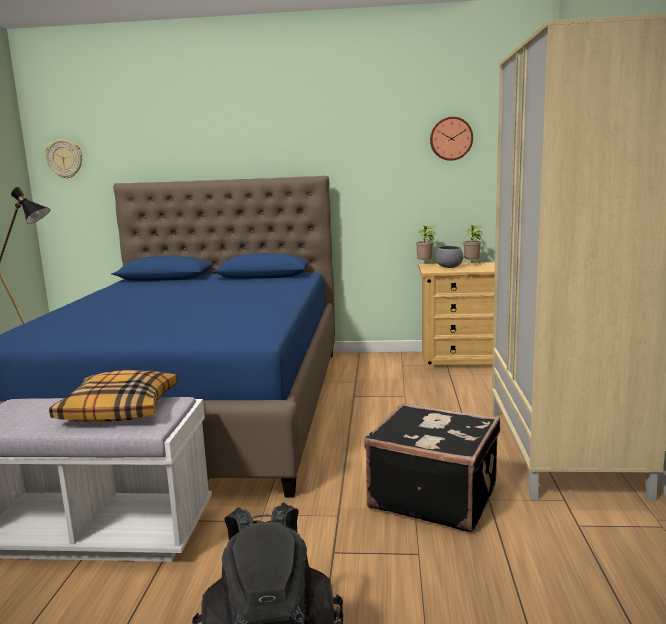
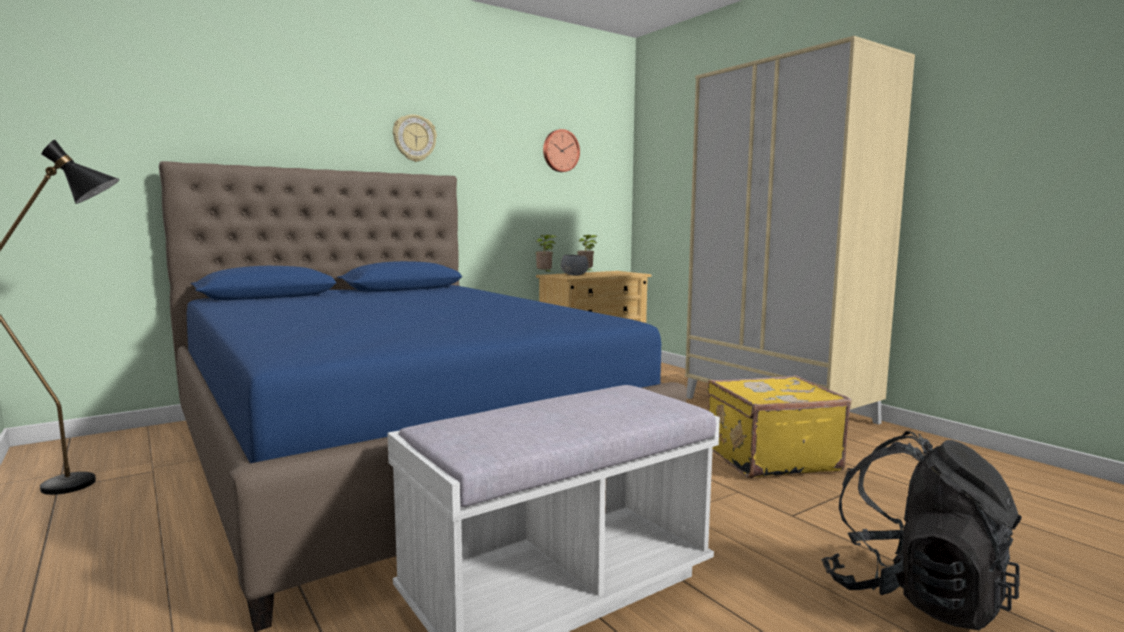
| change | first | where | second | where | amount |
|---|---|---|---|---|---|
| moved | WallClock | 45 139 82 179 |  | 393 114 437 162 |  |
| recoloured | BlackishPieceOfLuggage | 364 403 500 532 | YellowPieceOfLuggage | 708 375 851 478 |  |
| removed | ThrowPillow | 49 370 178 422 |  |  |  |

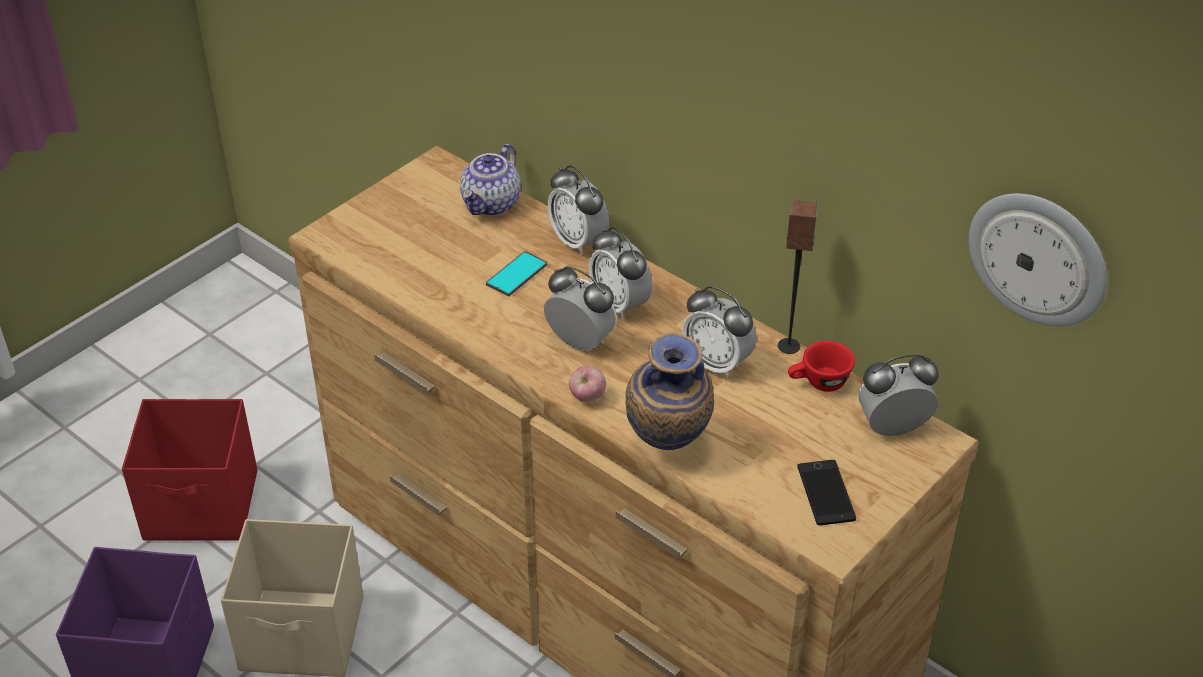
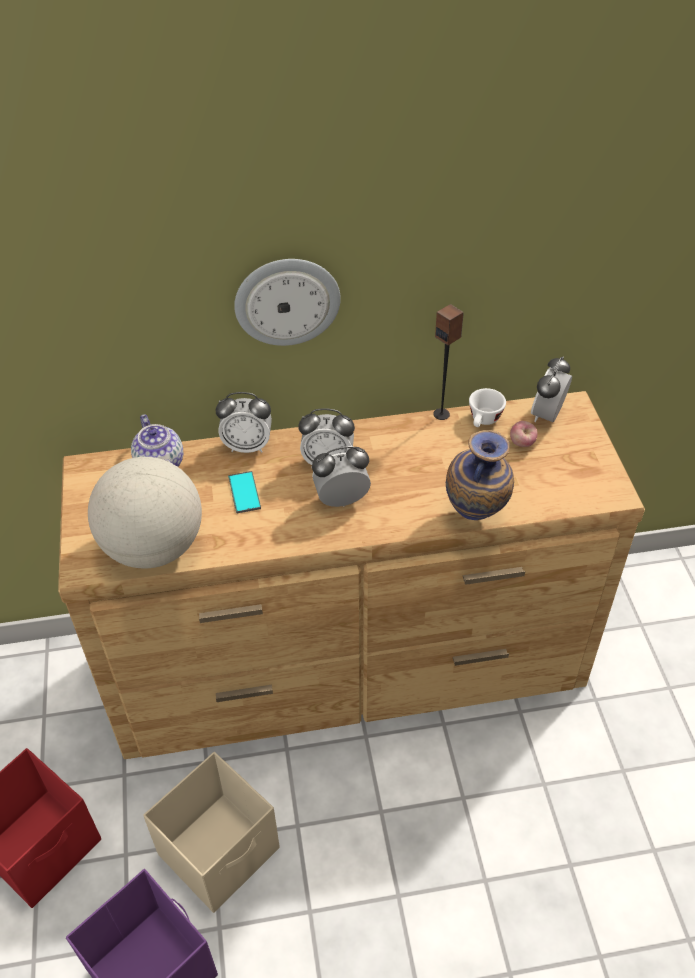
| change | first | where | second | where | amount |
|---|---|---|---|---|---|
| added |  |  | WorldGlobe | 88 457 202 569 |  |
| moved | WallClock | 969 193 1107 327 |  | 234 259 341 346 |  |
| recoloured | RedCup | 788 341 855 392 | WhitishCup | 469 388 506 427 |  |
| moved | Apple | 569 366 606 403 |  | 510 421 538 447 |  |
| removed | BedsideClock | 682 286 756 379 |  |  |  |
| removed | Telephone | 797 460 856 525 |  |  |  |

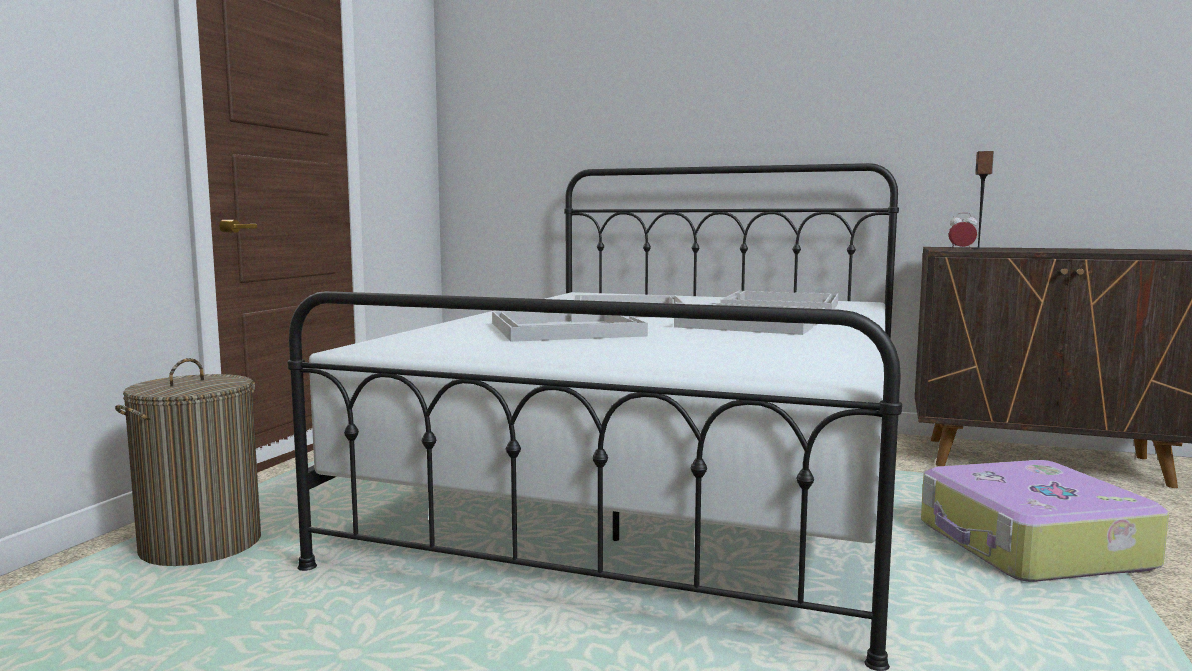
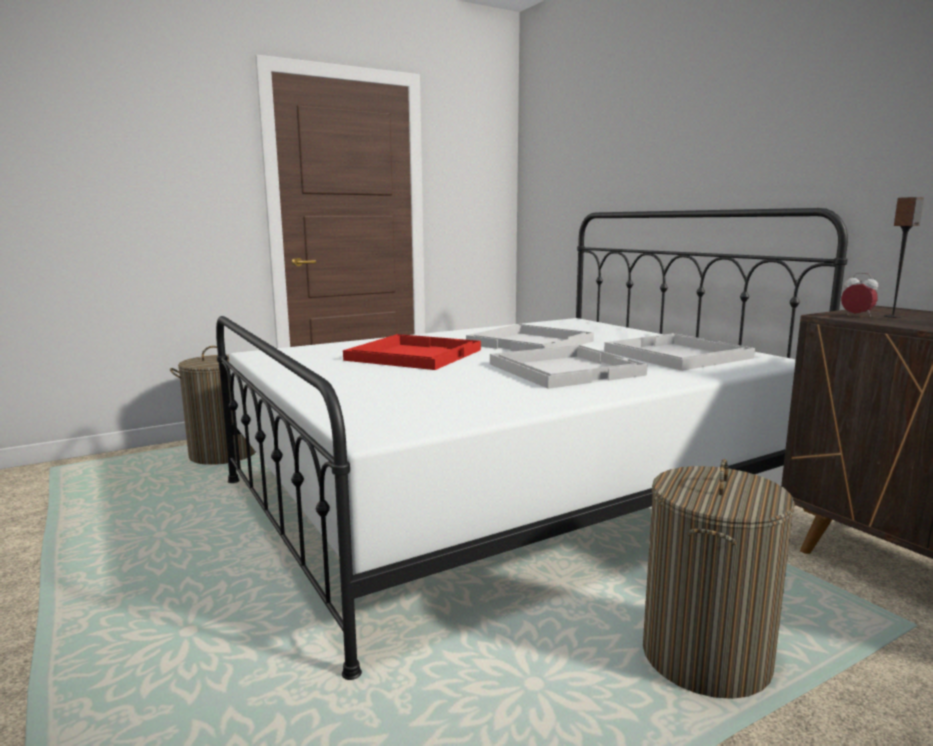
| change | first | where | second | where | amount |
|---|---|---|---|---|---|
| recoloured | WhitishTray | 492 311 648 342 | RedTray | 343 334 481 370 |  |
| replaced | PieceOfLuggage | 921 460 1169 582 | Hamper | 643 459 795 699 |  |

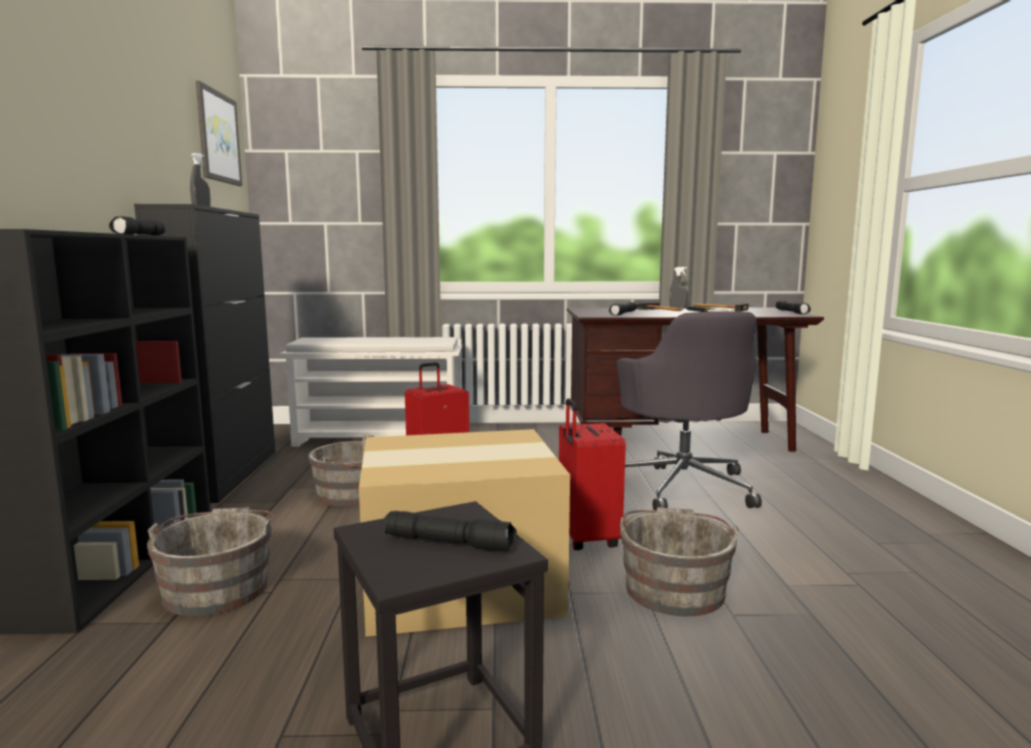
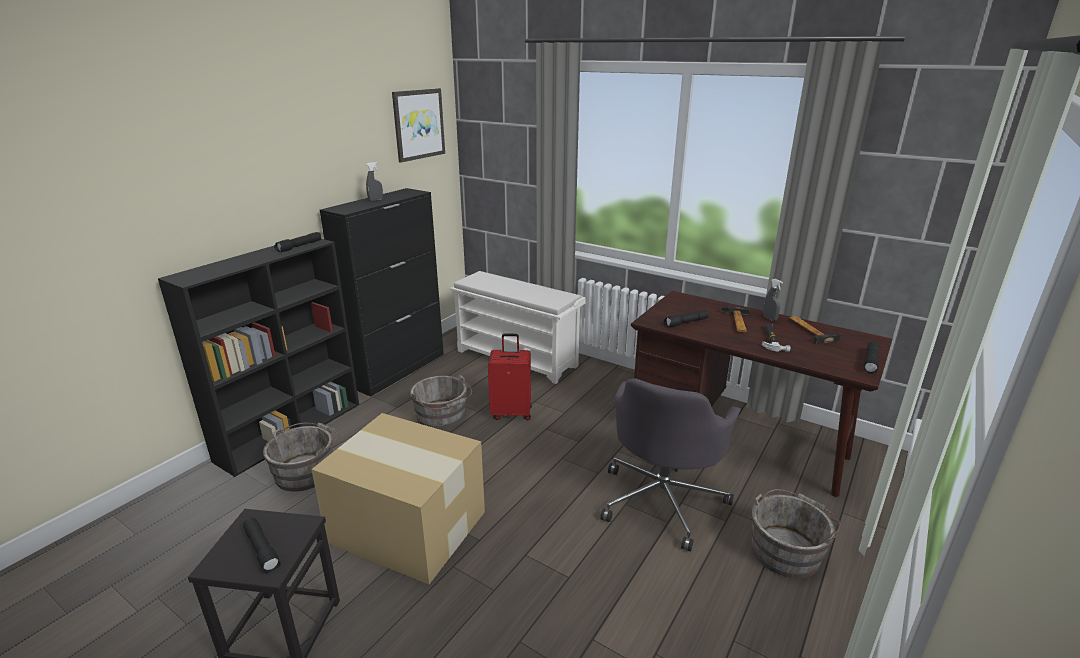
| change | first | where | second | where | amount |
|---|---|---|---|---|---|
| moved | GreyWaterBucket | 619 507 739 616 |  | 751 489 840 578 |  |
| removed | RedPieceOfLuggage | 559 399 626 550 |  |  |  |

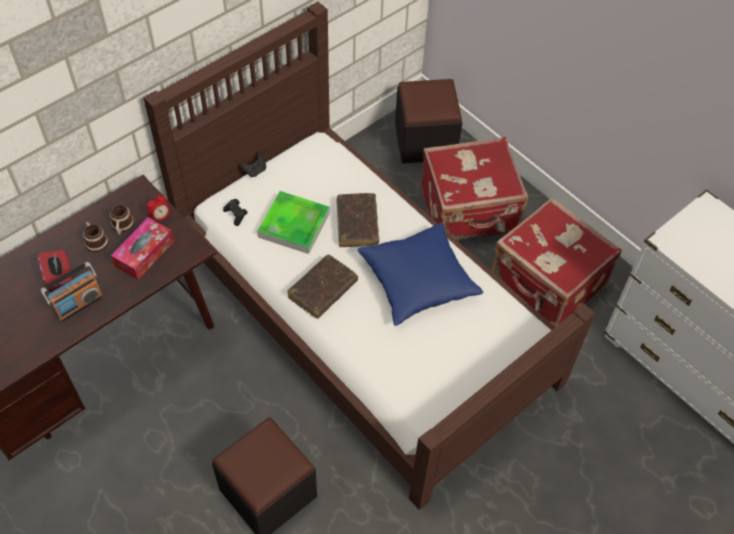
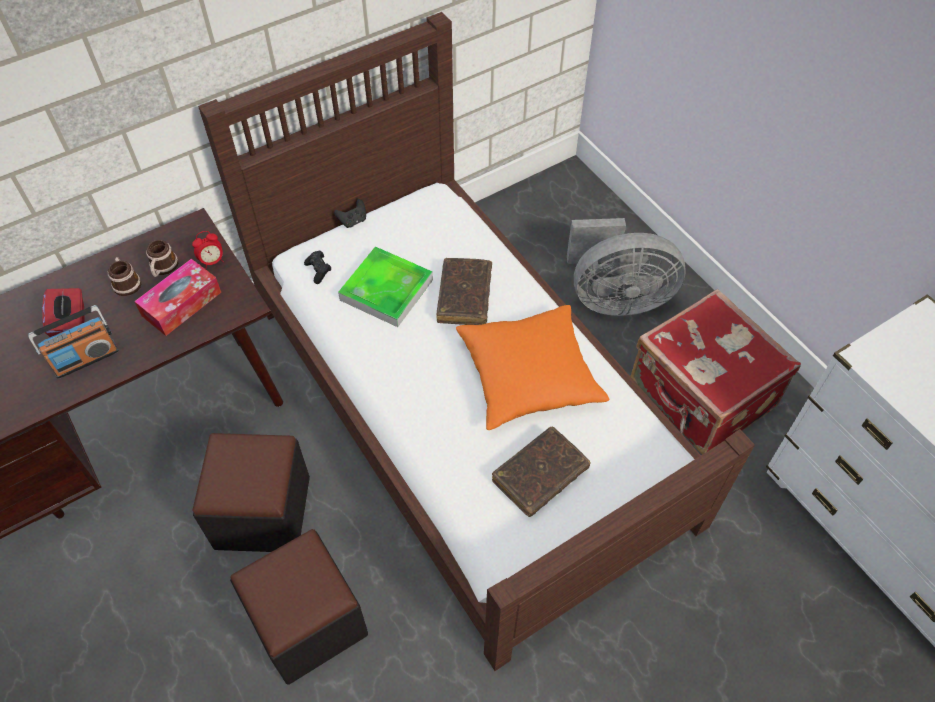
| change | first | where | second | where | amount |
|---|---|---|---|---|---|
| moved | BlackishOttoman | 395 79 462 164 |  | 193 433 310 552 |  |
| recoloured | BlueThrowPillow | 357 223 483 326 | OrangeyThrowPillow | 456 305 609 430 |  |
| moved | BrownColouredVolume | 287 254 358 319 |  | 492 427 591 517 |  |
| replaced | RedPieceOfLuggage | 421 137 528 241 | GreyElectricFan | 567 218 686 316 |  |

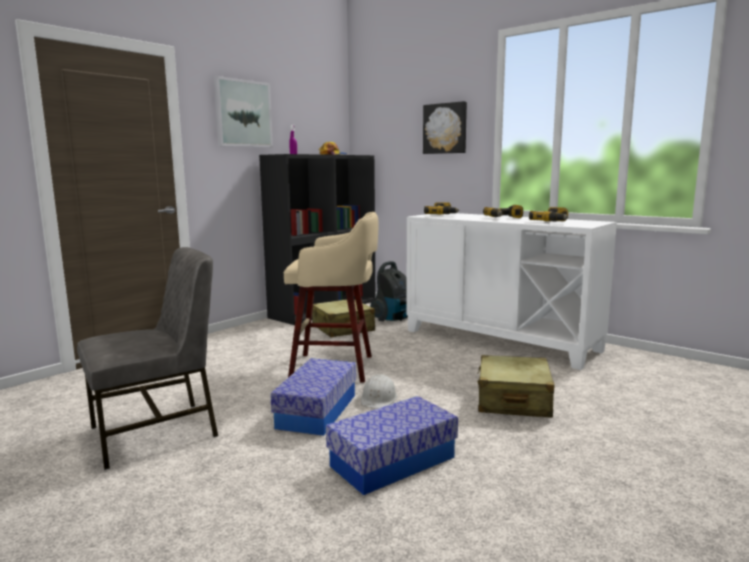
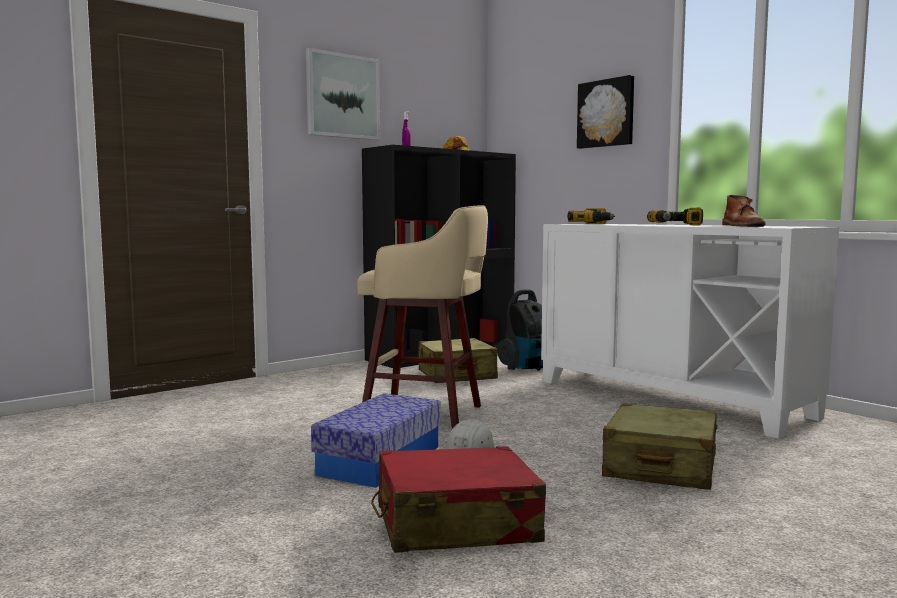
| change | first | where | second | where | amount |
|---|---|---|---|---|---|
| replaced | StorageBin | 326 396 458 495 | RedPieceOfLuggage | 371 446 546 553 |  |
| replaced | Drill | 529 207 569 221 | BrownColouredHighTopBoot | 722 195 766 227 |  |
| removed | GreyPlainChair | 77 247 218 470 |  |  |  |

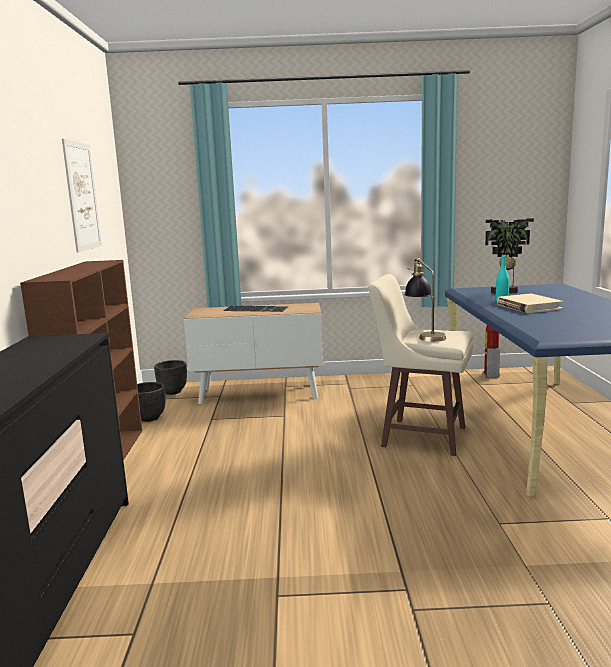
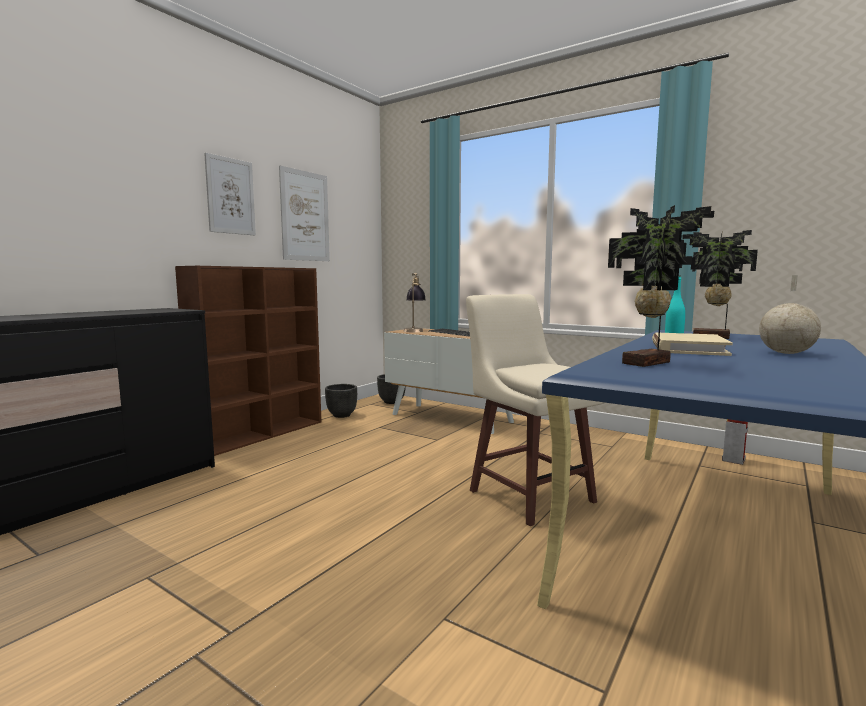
| change | first | where | second | where | amount |
|---|---|---|---|---|---|
| added |  |  | WallArt | 204 153 256 235 |  |
| moved | LampForATable | 405 258 446 342 |  | 403 273 426 332 |  |
| added |  |  | PlantInAPot | 608 205 714 367 |  |
| added |  |  | WorldGlobe | 759 275 821 354 |  |

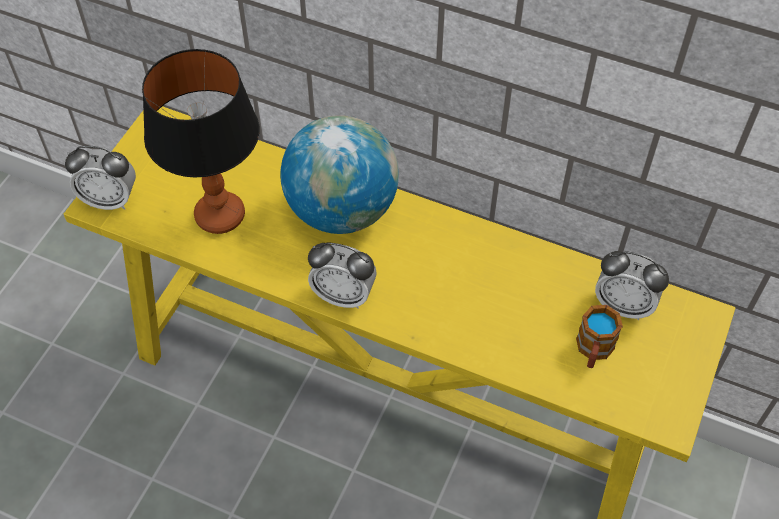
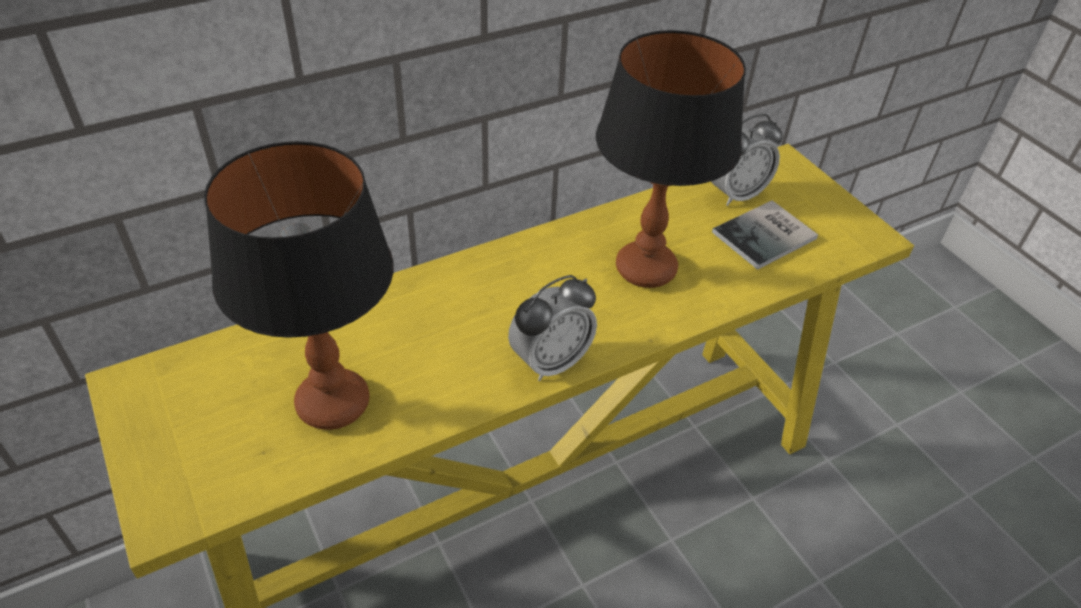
| change | first | where | second | where | amount |
|---|---|---|---|---|---|
| added |  |  | LampForATable | 596 30 746 288 |  |
| replaced | CoffeeMug | 576 305 623 368 | Volume | 712 200 818 270 |  |
| removed | BedsideClock | 65 146 136 210 |  |  |  |
| removed | WorldGlobe | 280 115 399 234 |  |  |  |

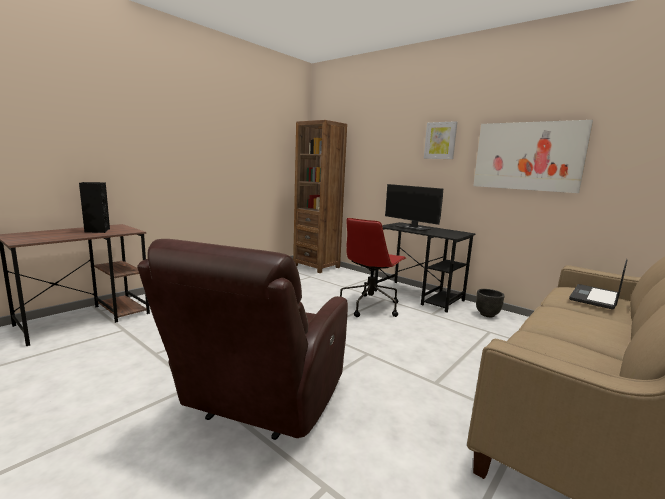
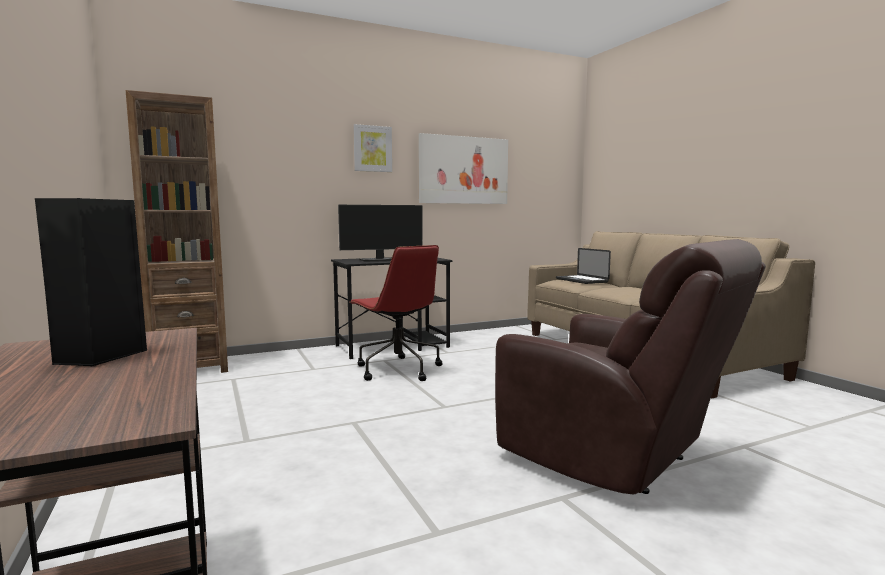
| change | first | where | second | where | amount |
|---|---|---|---|---|---|
| removed | BlackishPlantPot | 476 289 504 317 |  |  |  |

